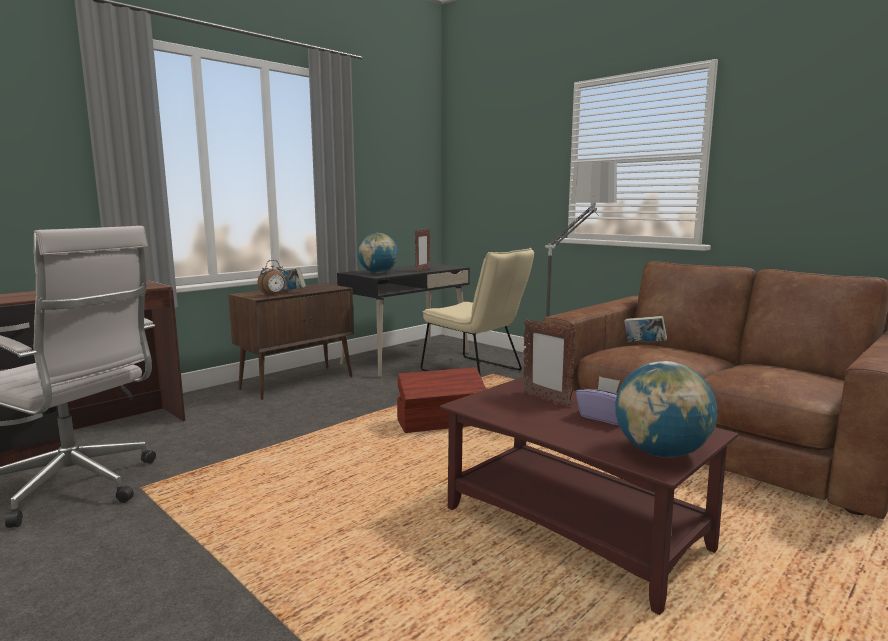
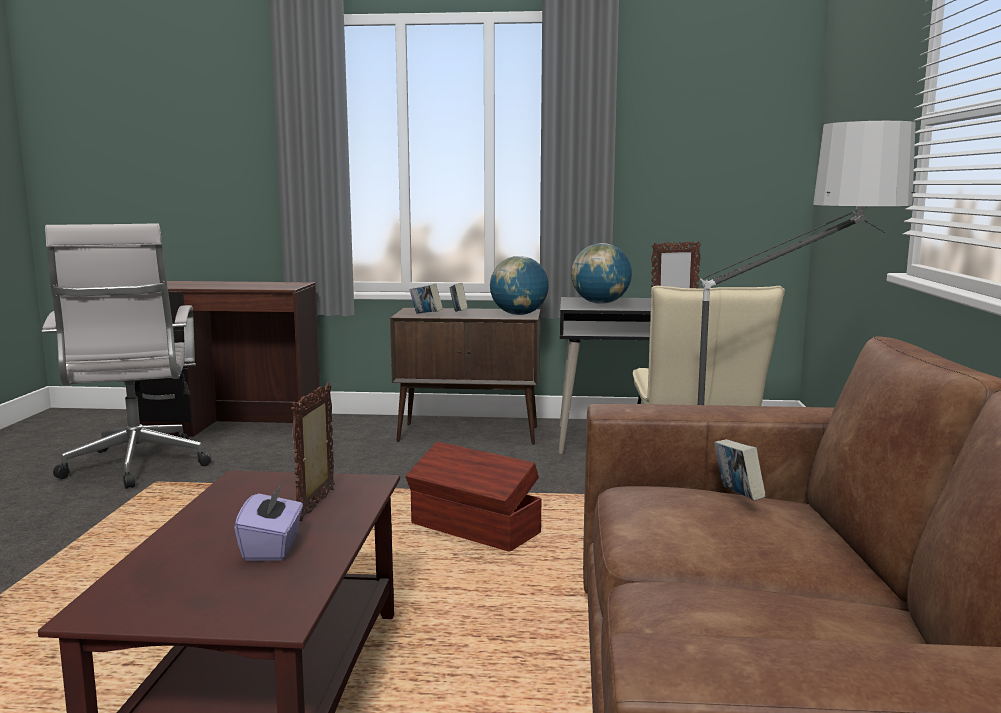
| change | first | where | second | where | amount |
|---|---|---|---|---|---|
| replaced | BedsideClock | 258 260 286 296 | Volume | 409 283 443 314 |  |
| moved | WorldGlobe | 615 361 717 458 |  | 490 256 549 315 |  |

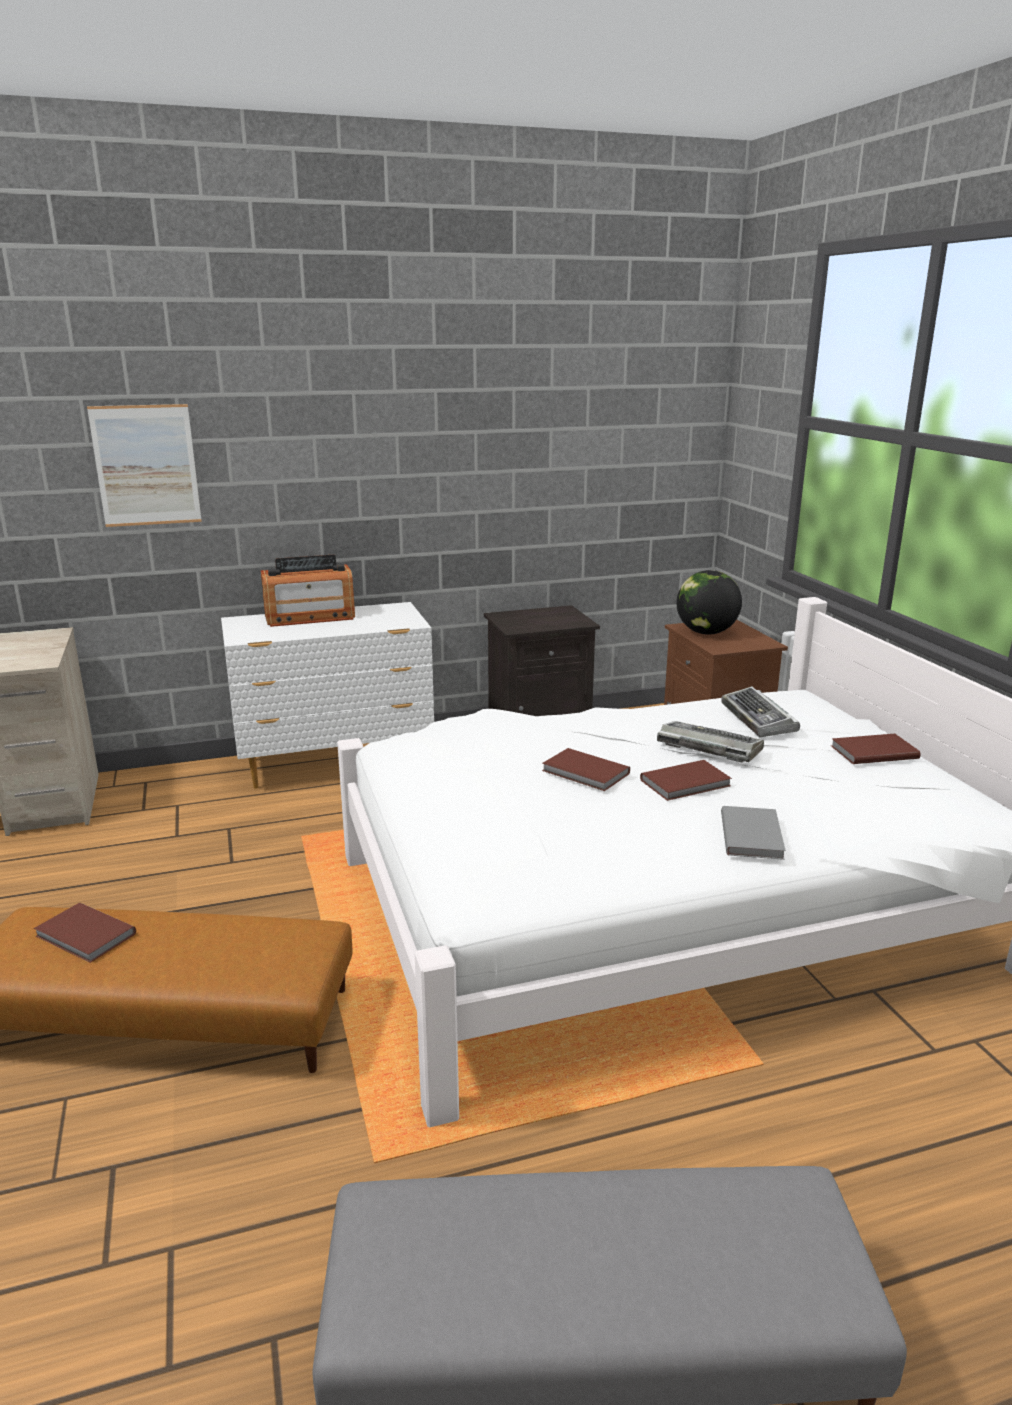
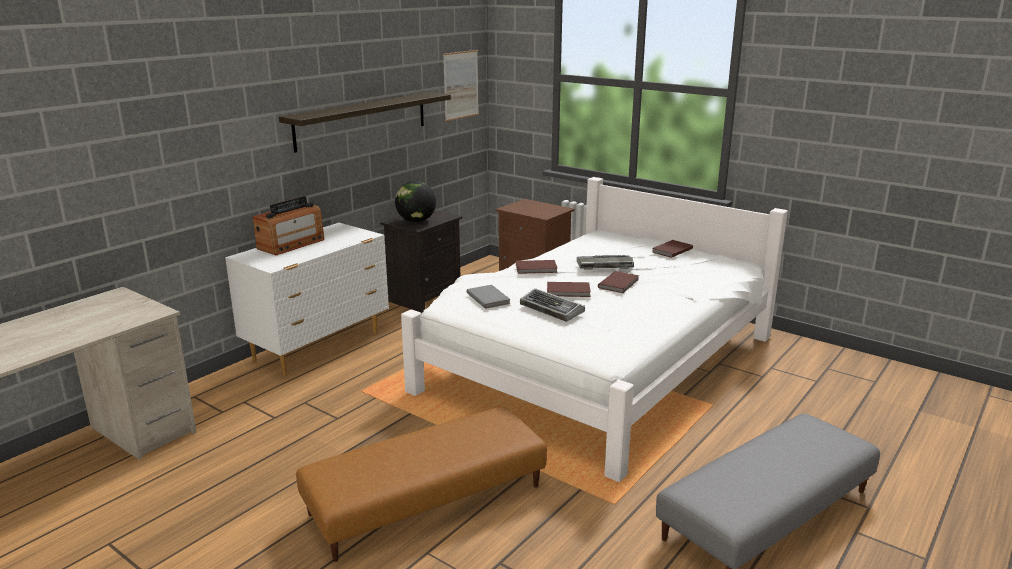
| change | first | where | second | where | amount |
|---|---|---|---|---|---|
| added |  |  | Shelf | 279 92 451 153 |  |
| moved | WorldGlobe | 677 570 742 635 |  | 395 181 436 222 |  |
| moved | WallArt | 87 404 202 527 |  | 443 50 479 121 |  |
| moved | GreyVolume | 721 806 786 860 |  | 467 285 510 309 |  |
| moved | BrownColouredVolume | 34 903 136 963 |  | 516 260 558 274 |  |
| moved | ComputerKeyboard | 722 686 800 737 |  | 520 288 585 322 |  |

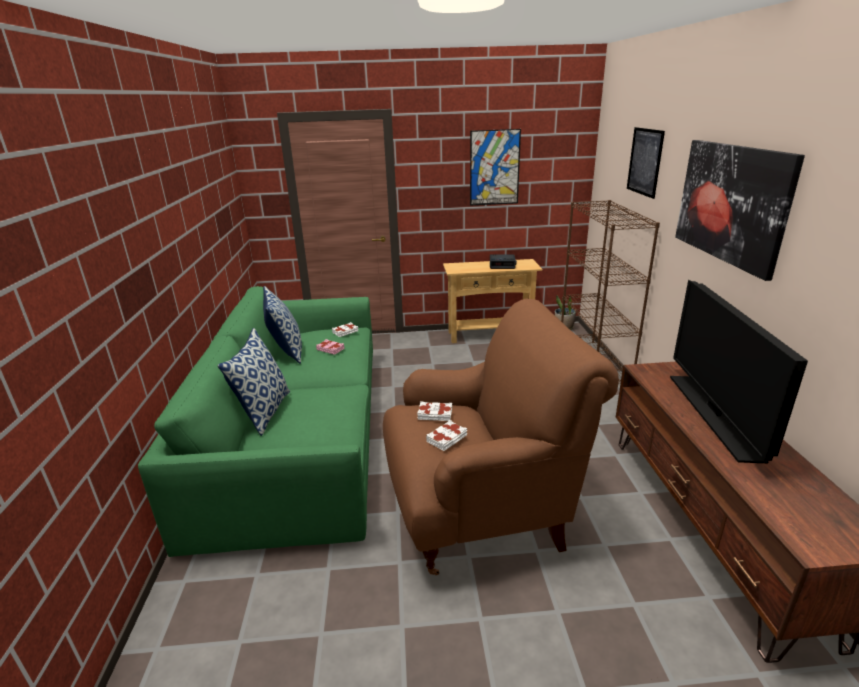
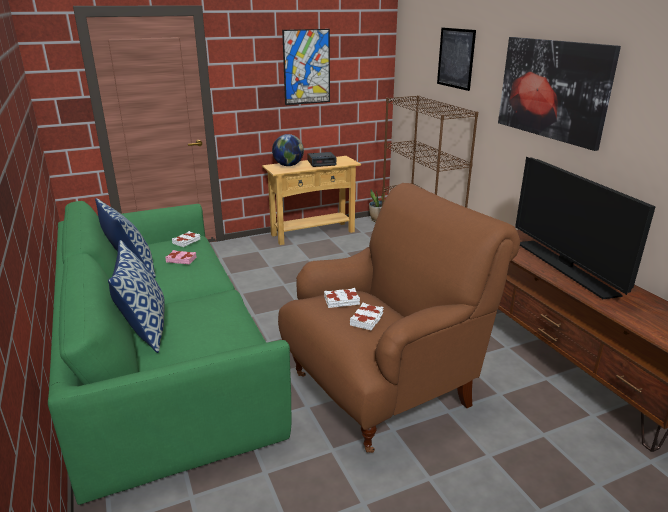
| change | first | where | second | where | amount |
|---|---|---|---|---|---|
| added |  |  | WorldGlobe | 272 134 304 166 |  |

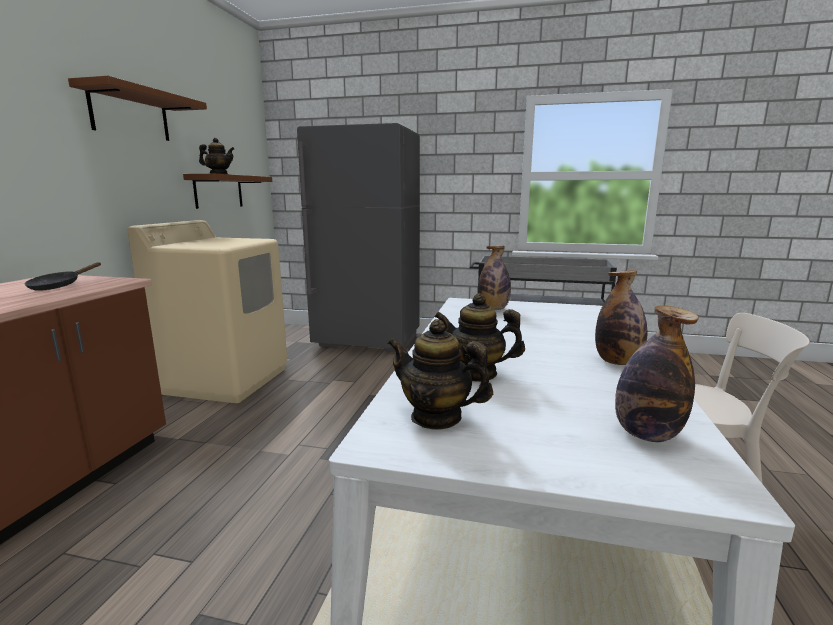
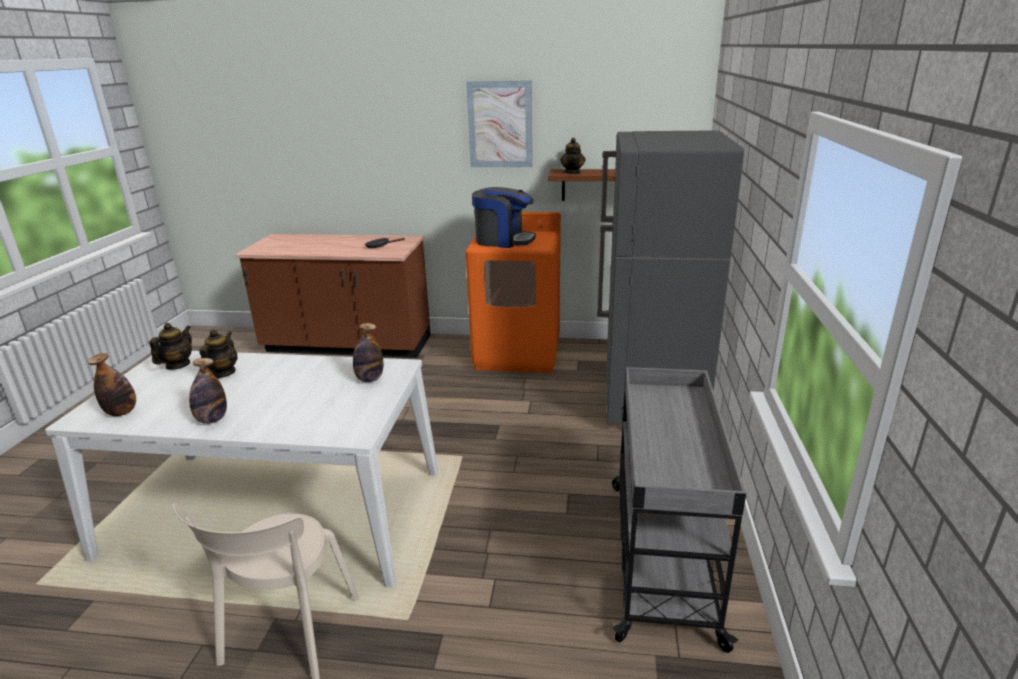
| change | first | where | second | where | amount |
|---|---|---|---|---|---|
| replaced | BrownColouredShelf | 68 76 207 141 | WallArt | 466 80 533 167 |  |
| recoloured | BeigeColouredLaundryAppliance | 127 220 287 403 | OrangeyLaundryAppliance | 466 212 561 373 |  |
| added |  |  | CoffeeMaker | 472 187 536 248 |  |

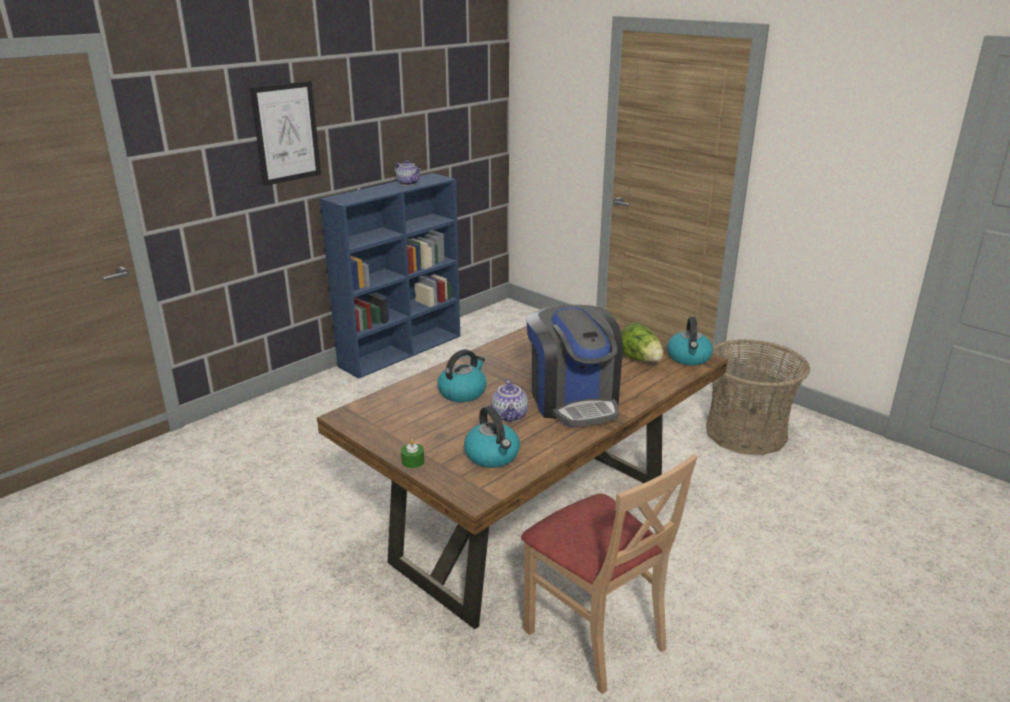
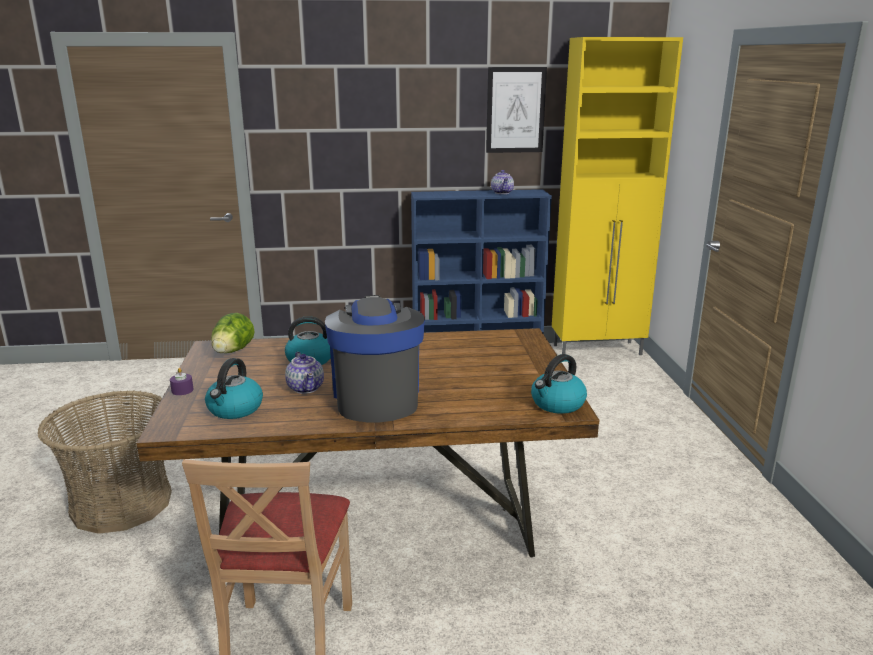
| change | first | where | second | where | amount |
|---|---|---|---|---|---|
| moved | HouseholdBasket | 706 339 810 455 |  | 38 390 172 534 |  |
| recoloured | GreenWaxLight | 401 439 424 469 | PurpleWaxLight | 170 368 194 395 |  |
| moved | HeadOfLettuce | 621 323 663 362 |  | 211 313 255 353 |  |
| turned | PotForTea | 491 378 528 422 |  | 285 352 324 394 | 60 degrees counterclockwise |
| turned | CoffeeMaker | 526 305 623 427 |  | 325 295 425 422 | 150 degrees clockwise |
| moved | WallArt | 250 81 321 186 |  | 486 67 547 153 |  |
| added |  |  | YellowCupboard | 552 37 683 355 |  |

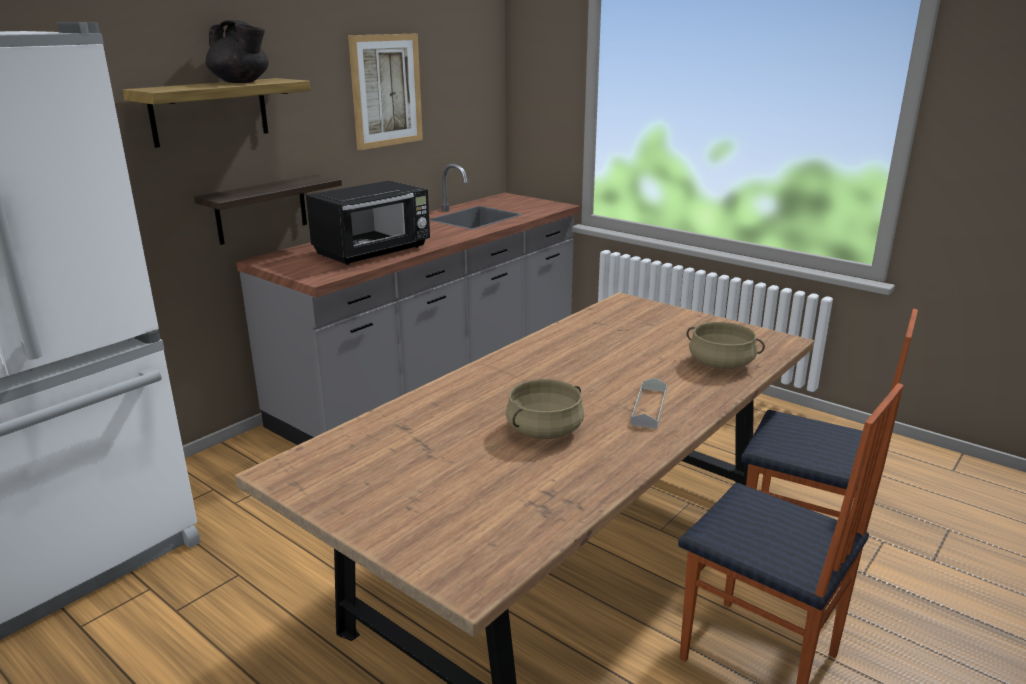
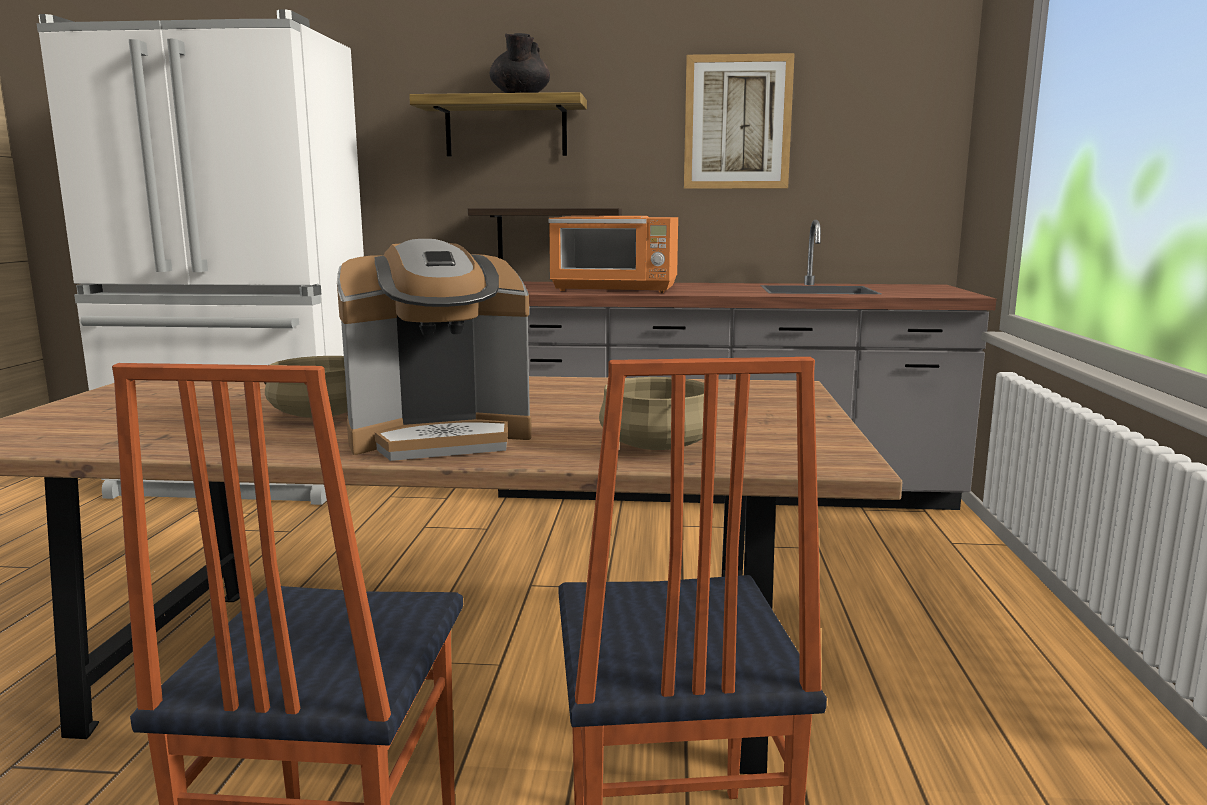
| change | first | where | second | where | amount |
|---|---|---|---|---|---|
| replaced | GreyTray | 630 378 667 429 | CoffeeMaker | 337 239 532 461 |  |
| recoloured | BlackishMicrowave | 306 180 430 265 | OrangeyMicrowave | 548 216 678 293 |  |

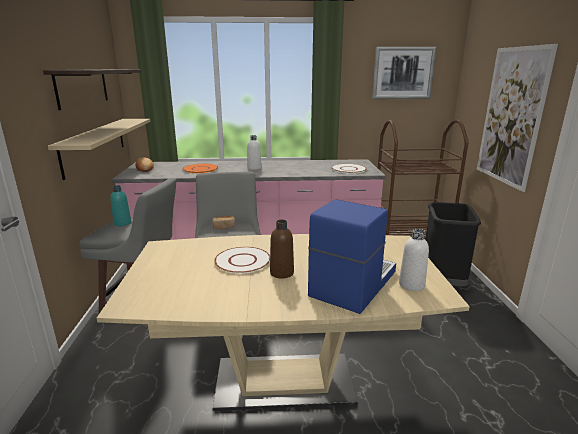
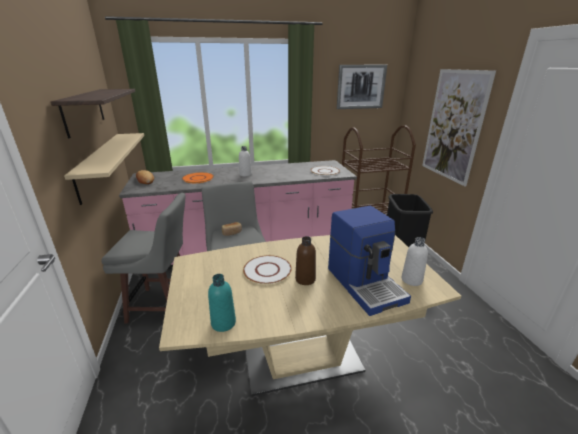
| change | first | where | second | where | amount |
|---|---|---|---|---|---|
| moved | BlueGreenDrinkBottle | 110 185 131 226 |  | 208 274 236 332 |  |
| turned | CoffeeMaker | 308 199 396 314 |  | 328 206 411 316 | 135 degrees clockwise |

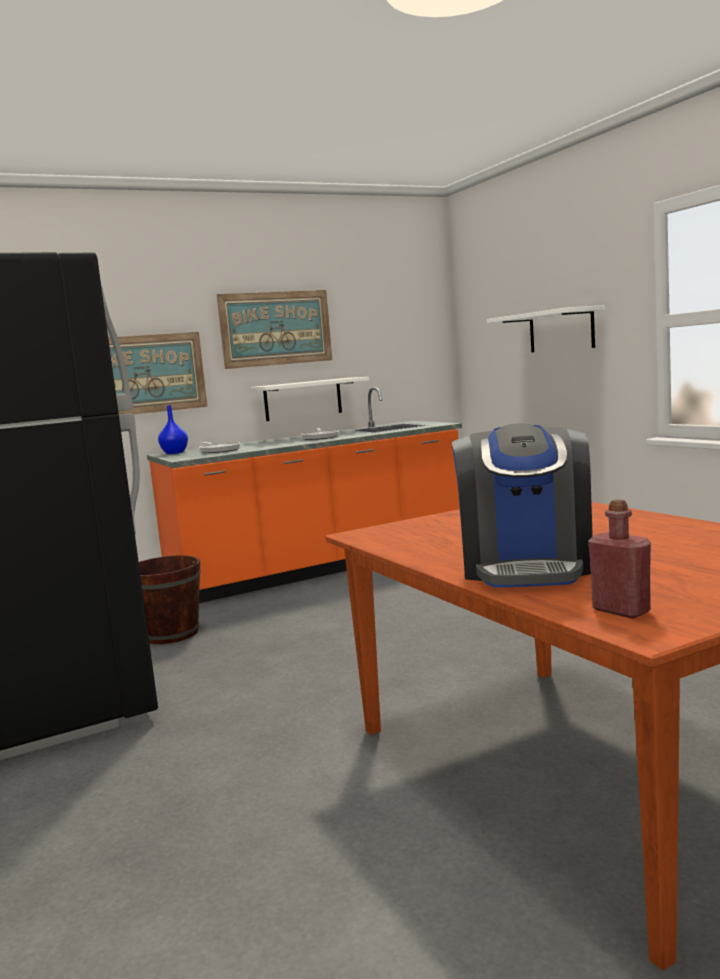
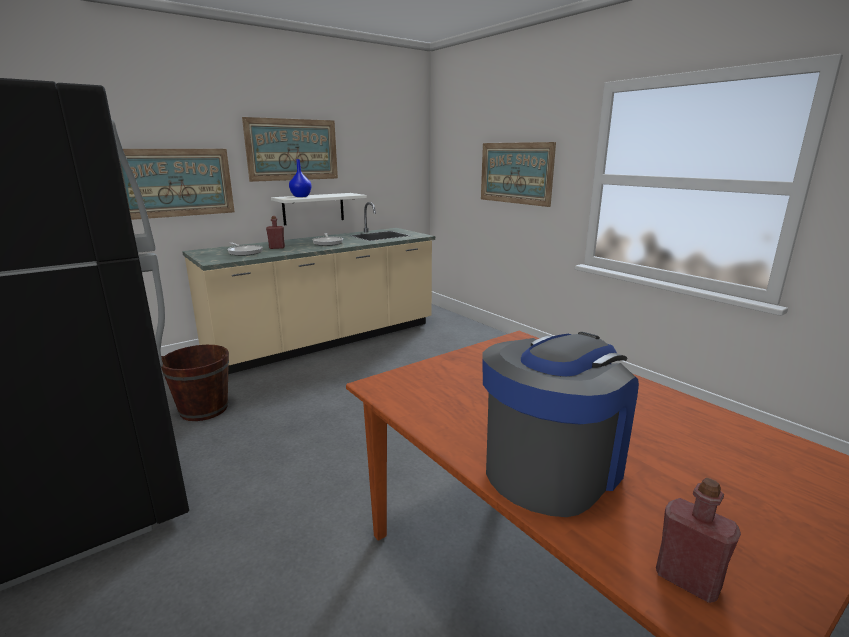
| change | first | where | second | where | amount |
|---|---|---|---|---|---|
| recoloured | OrangeyKitchenCounter | 147 387 462 603 | BeigeColouredKitchenCounter | 182 202 435 374 |  |
| added |  |  | RedDrinkBottle | 266 216 285 249 |  |
| moved | BlueDecorativeVase | 158 405 188 454 |  | 289 159 312 197 |  |
| replaced | WhitishShelf | 487 305 605 353 | WallArt | 481 142 556 207 |  |
| turned | CoffeeMaker | 452 423 593 588 |  | 482 332 639 517 | 135 degrees counterclockwise |

